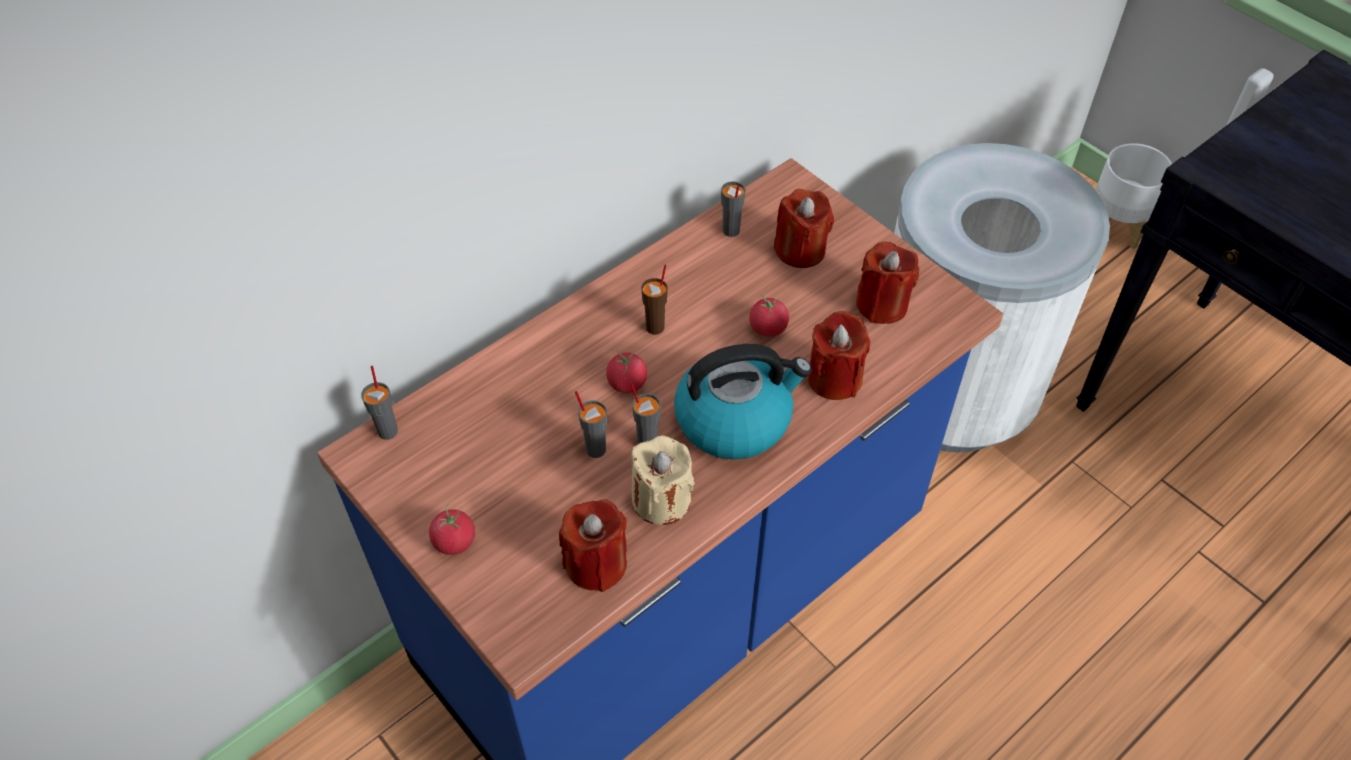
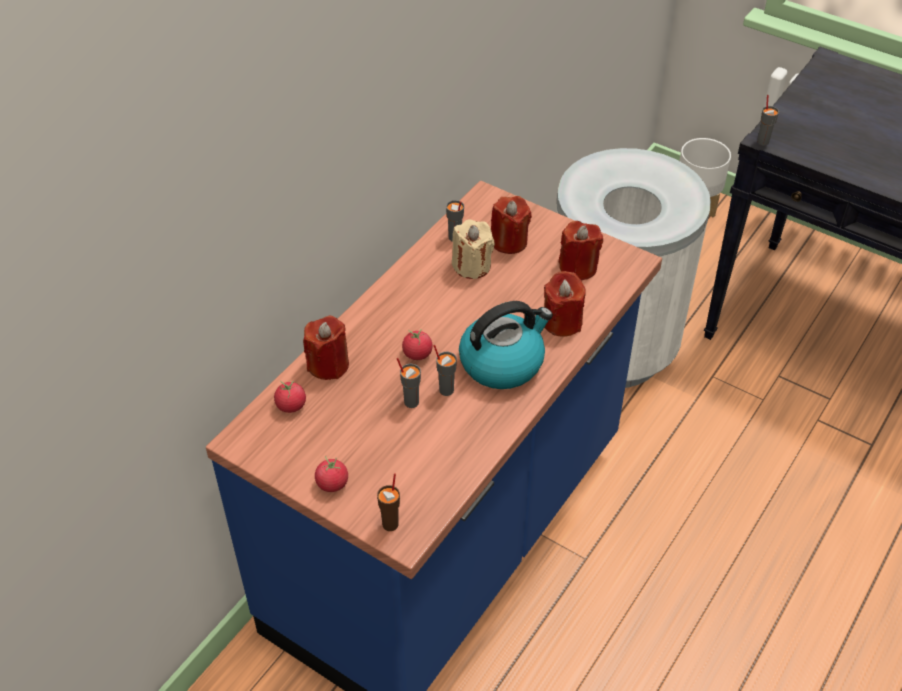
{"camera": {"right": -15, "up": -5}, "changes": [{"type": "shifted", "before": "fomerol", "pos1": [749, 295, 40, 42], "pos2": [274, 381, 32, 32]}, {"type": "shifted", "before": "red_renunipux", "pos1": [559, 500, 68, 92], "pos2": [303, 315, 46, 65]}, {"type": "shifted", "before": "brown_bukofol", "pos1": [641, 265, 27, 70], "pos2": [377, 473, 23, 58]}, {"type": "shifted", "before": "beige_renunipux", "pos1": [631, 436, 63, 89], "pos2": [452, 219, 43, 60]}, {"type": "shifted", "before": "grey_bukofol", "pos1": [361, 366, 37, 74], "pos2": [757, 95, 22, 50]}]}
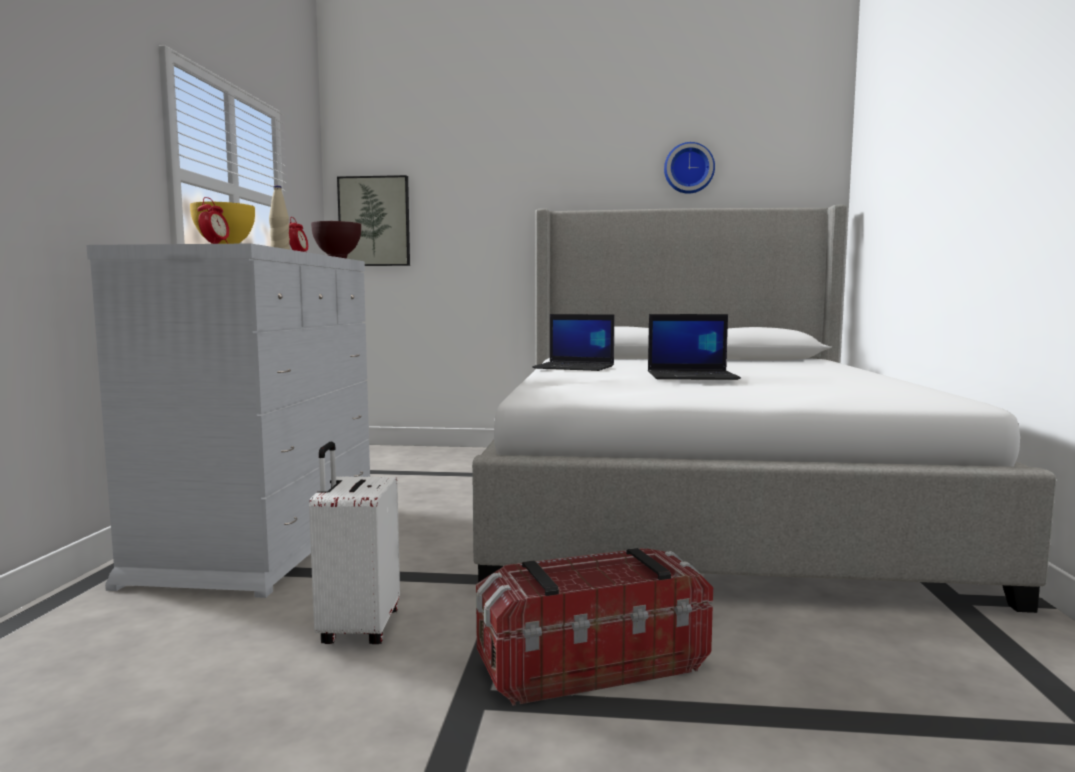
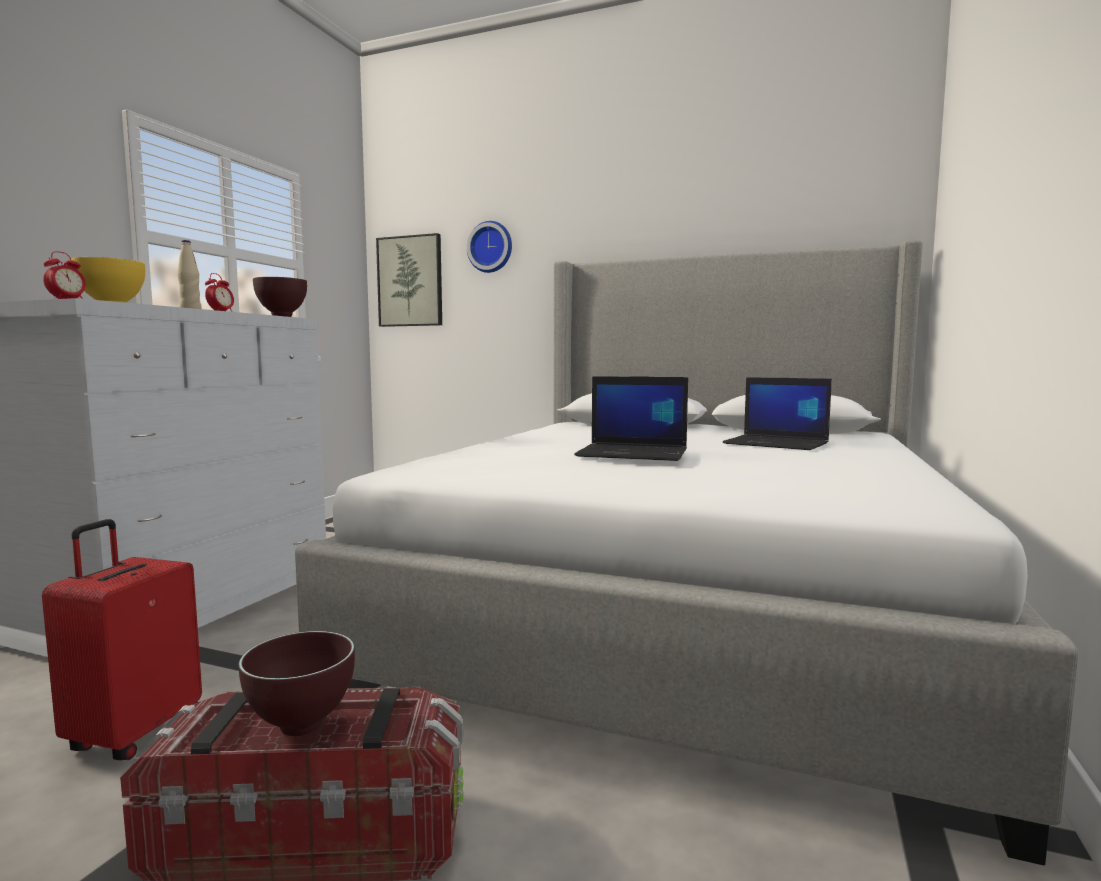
{"camera": {"right": 15, "up": 0}, "changes": [{"type": "repainted", "before": "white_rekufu", "after": "red_rekufu", "pos1": [309, 442, 91, 202], "pos2": [42, 519, 160, 241]}, {"type": "new", "after": "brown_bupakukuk", "pos2": [239, 631, 116, 105]}, {"type": "shifted", "before": "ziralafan", "pos1": [664, 142, 51, 52], "pos2": [467, 221, 45, 52]}, {"type": "shifted", "before": "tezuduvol", "pos1": [532, 314, 82, 57], "pos2": [723, 377, 109, 73]}]}
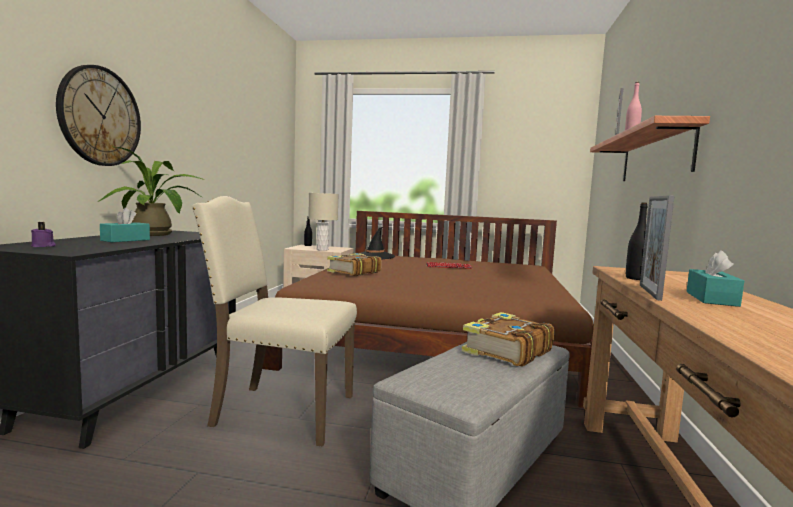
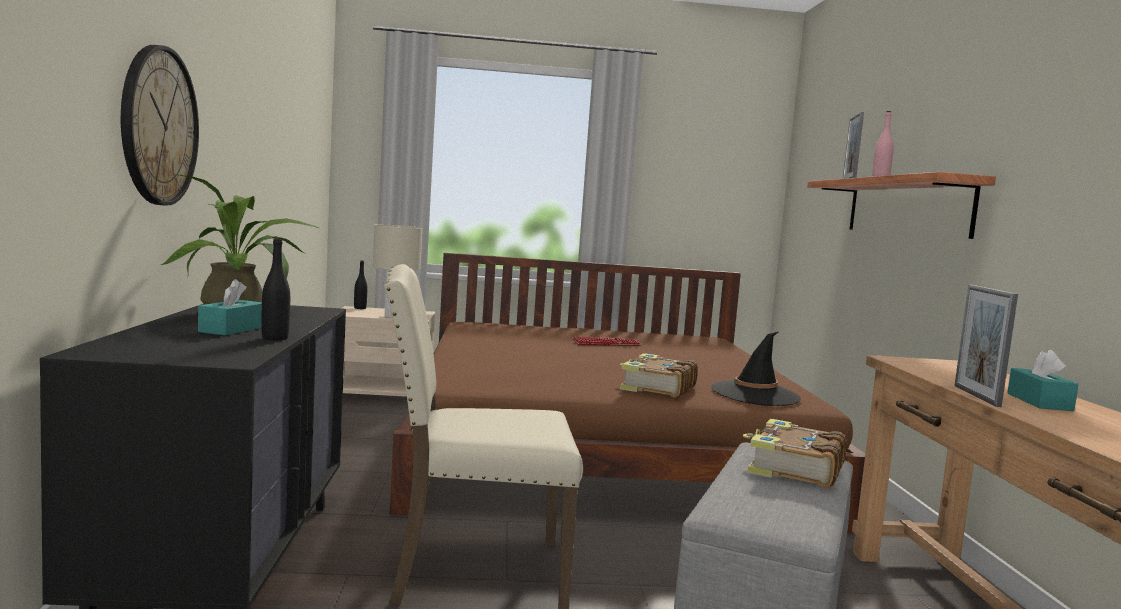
{"camera": {"right": -15, "up": 0}, "changes": [{"type": "shifted", "before": "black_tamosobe", "pos1": [626, 202, 22, 78], "pos2": [261, 237, 29, 103]}, {"type": "shifted", "before": "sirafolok", "pos1": [327, 253, 55, 23], "pos2": [620, 353, 78, 45]}, {"type": "shifted", "before": "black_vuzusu", "pos1": [360, 227, 35, 32], "pos2": [711, 332, 90, 74]}, {"type": "gone", "before": "purple_renunipux", "pos1": [31, 222, 25, 25]}]}
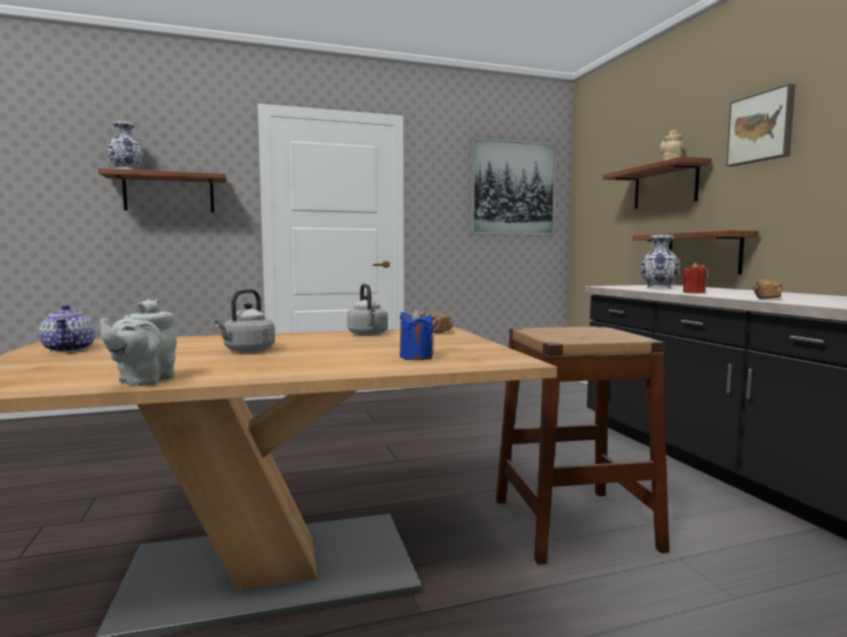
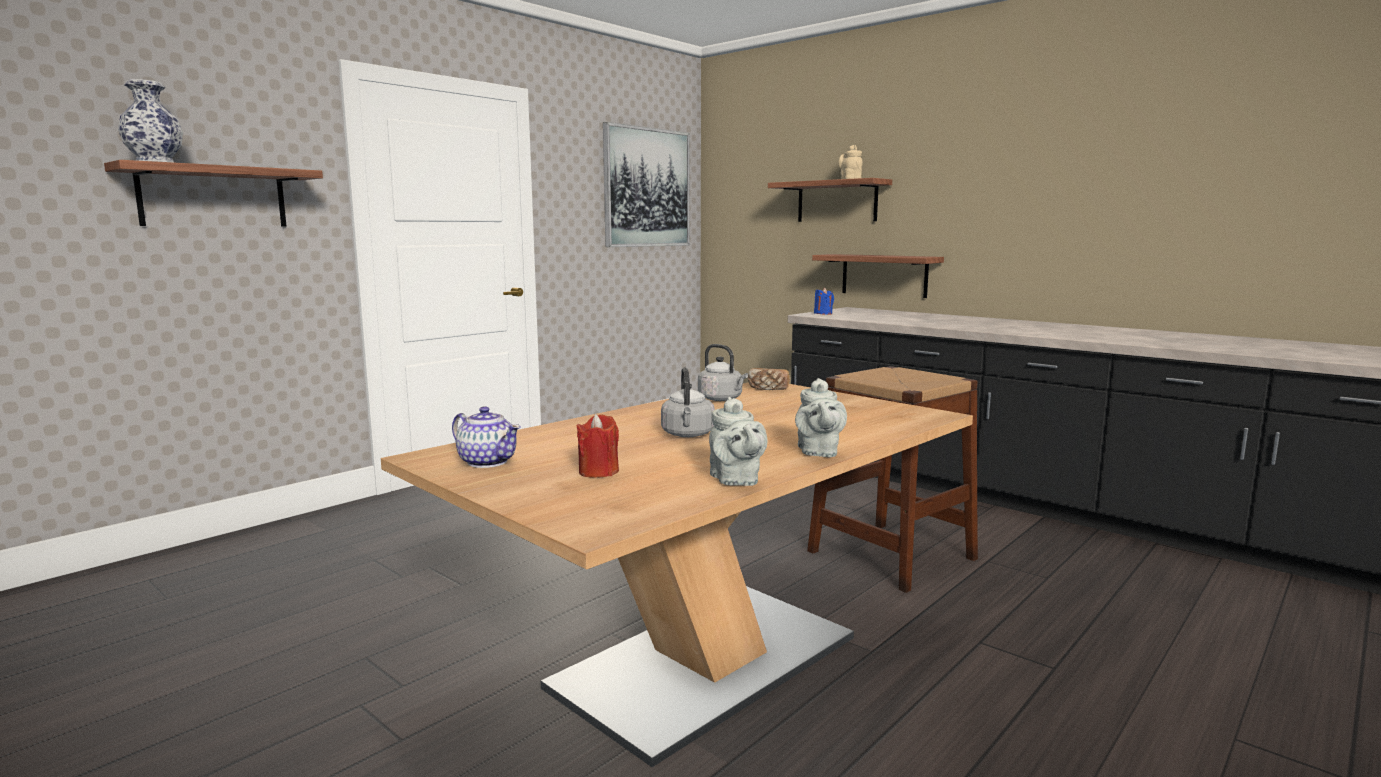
{"camera": {"right": -30, "up": 5}, "changes": [{"type": "shifted", "before": "red_renunipux", "pos1": [683, 262, 24, 31], "pos2": [576, 414, 43, 64]}, {"type": "new", "after": "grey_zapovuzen", "pos2": [795, 378, 52, 79]}, {"type": "shifted", "before": "blue_renunipux", "pos1": [400, 309, 33, 51], "pos2": [814, 288, 20, 27]}, {"type": "gone", "before": "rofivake", "pos1": [640, 235, 41, 54]}, {"type": "gone", "before": "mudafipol", "pos1": [726, 84, 69, 83]}, {"type": "gone", "before": "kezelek", "pos1": [753, 279, 29, 20]}]}
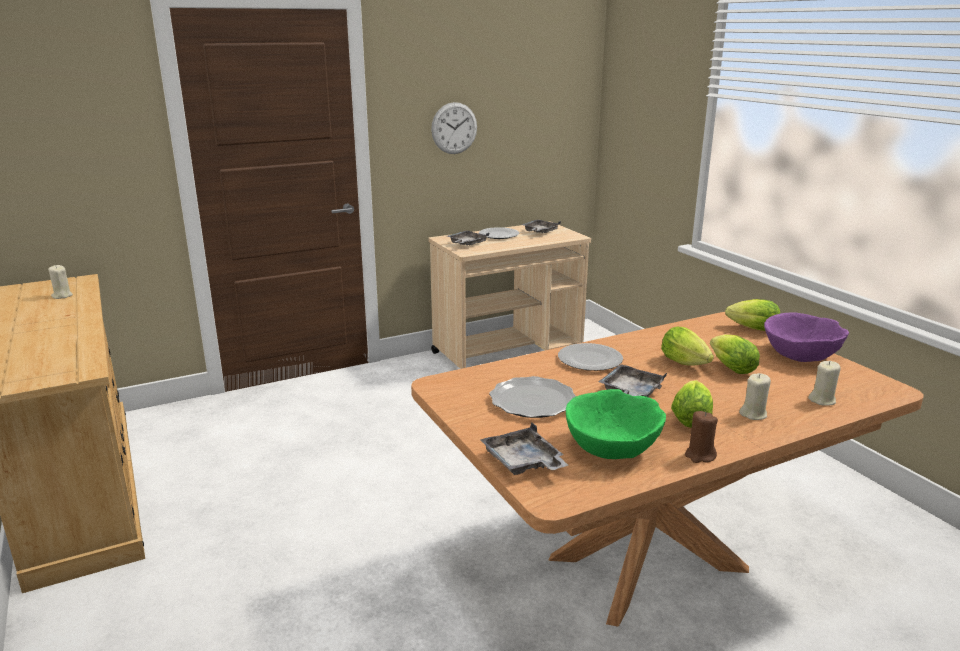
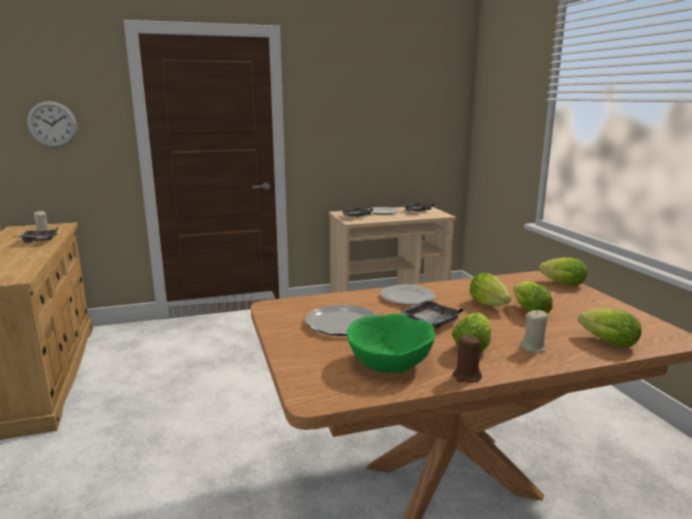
{"camera": {"right": 10, "up": -5}, "changes": [{"type": "shifted", "before": "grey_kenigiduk", "pos1": [480, 423, 88, 52], "pos2": [18, 227, 40, 16]}, {"type": "shifted", "before": "ziralafan", "pos1": [431, 102, 46, 52], "pos2": [27, 101, 50, 47]}, {"type": "swapped", "before": "beige_renunipux", "after": "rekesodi", "pos1": [808, 361, 33, 45], "pos2": [578, 308, 64, 39]}, {"type": "gone", "before": "purple_bupakukuk", "pos1": [764, 313, 85, 49]}]}
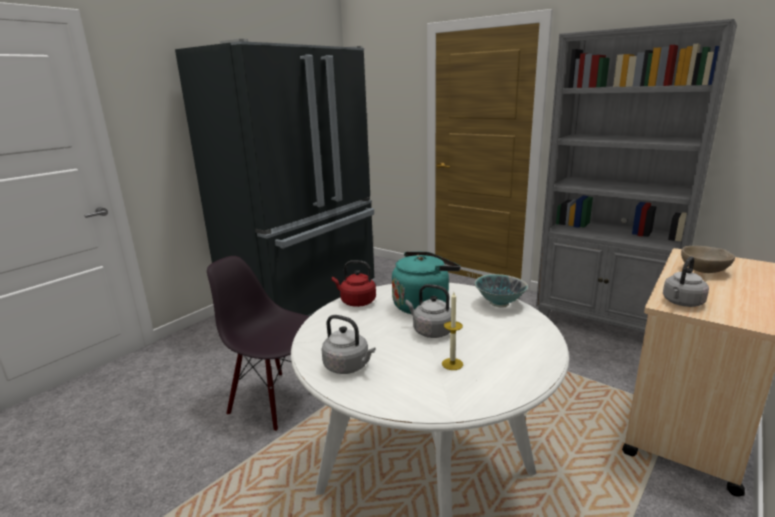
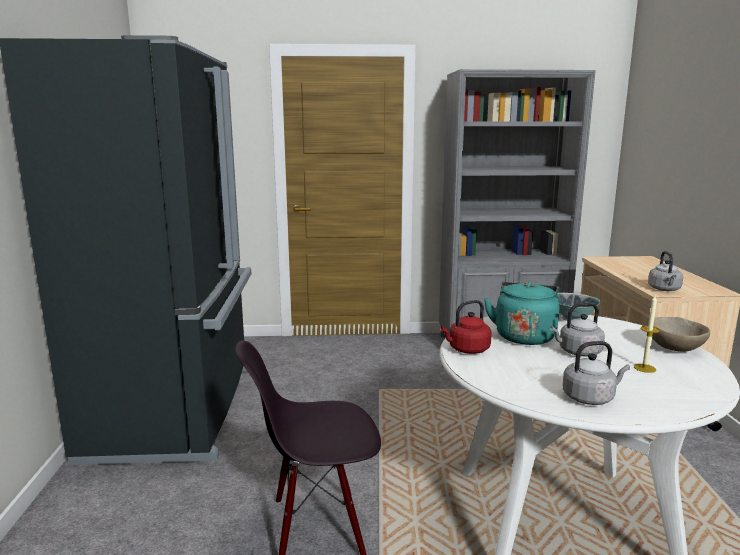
{"camera": {"right": -40, "up": -5}, "changes": [{"type": "shifted", "before": "beige_bupakukuk", "pos1": [681, 246, 54, 27], "pos2": [647, 317, 63, 35]}]}
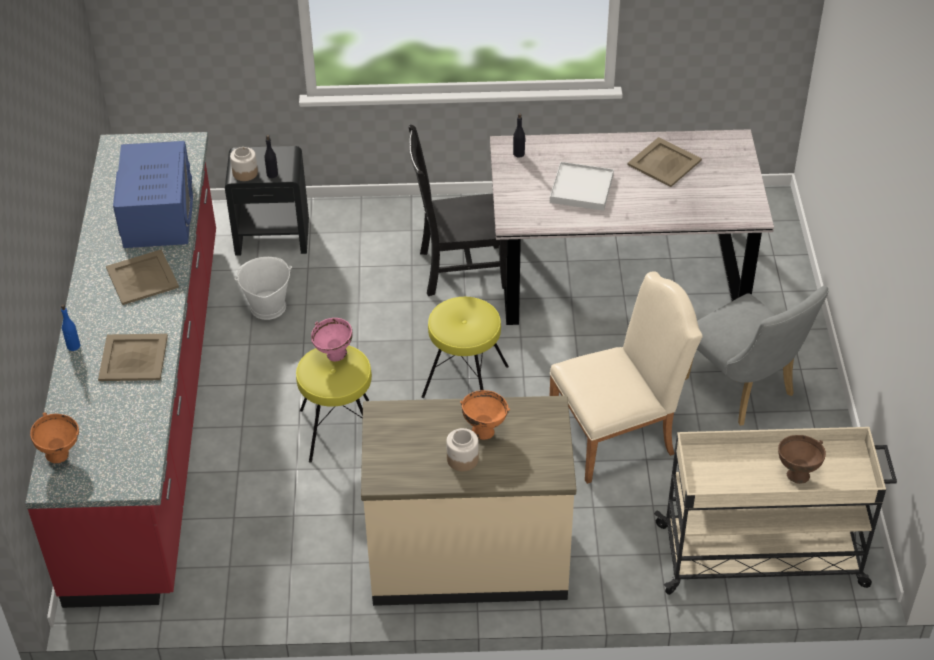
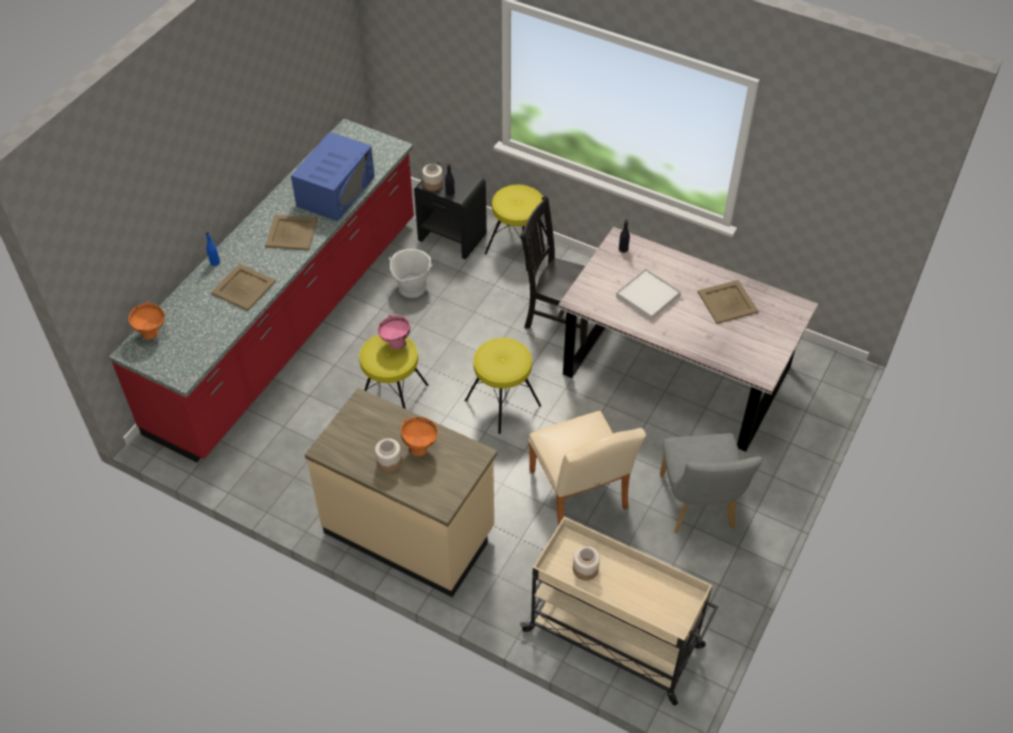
{"camera": {"right": 30, "up": 5}, "changes": [{"type": "new", "after": "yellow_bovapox", "pos2": [485, 185, 62, 86]}, {"type": "rotated", "before": "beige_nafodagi", "pos1": [550, 271, 153, 213], "pos2": [528, 411, 118, 115], "turn": 60}, {"type": "new", "after": "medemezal", "pos2": [573, 546, 27, 35]}, {"type": "gone", "before": "brown_bupakukuk", "pos1": [778, 435, 48, 49]}]}
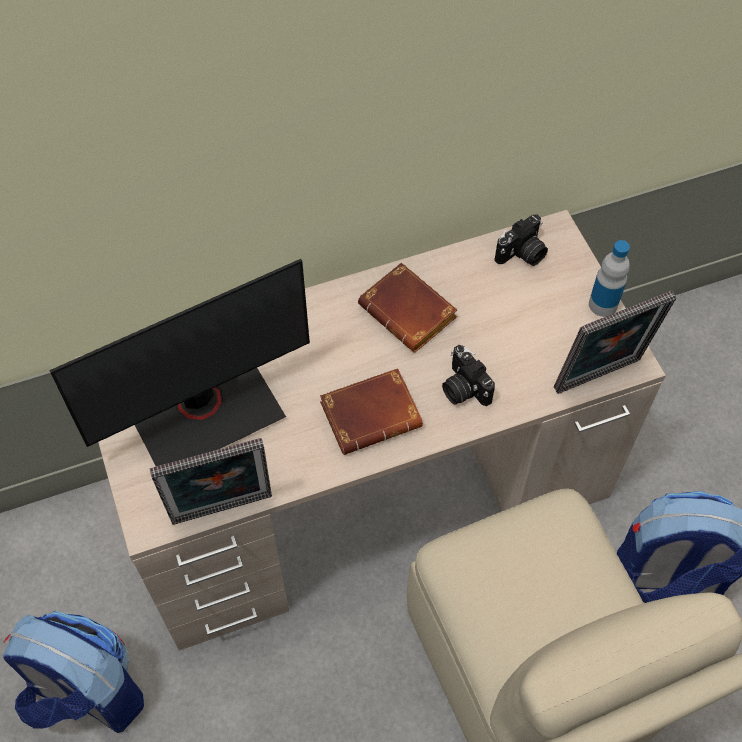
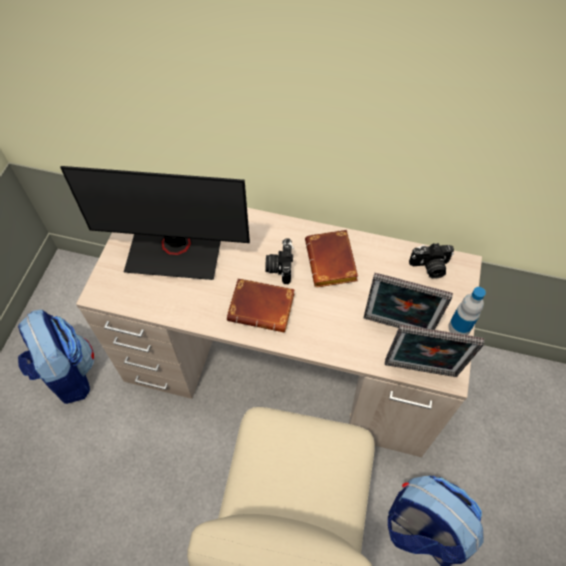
{"camera": {"right": 35, "up": 0}, "changes": [{"type": "shifted", "before": "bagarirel", "pos1": [442, 345, 53, 61], "pos2": [266, 239, 28, 45]}, {"type": "shifted", "before": "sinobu", "pos1": [150, 438, 122, 87], "pos2": [364, 273, 89, 57]}]}
